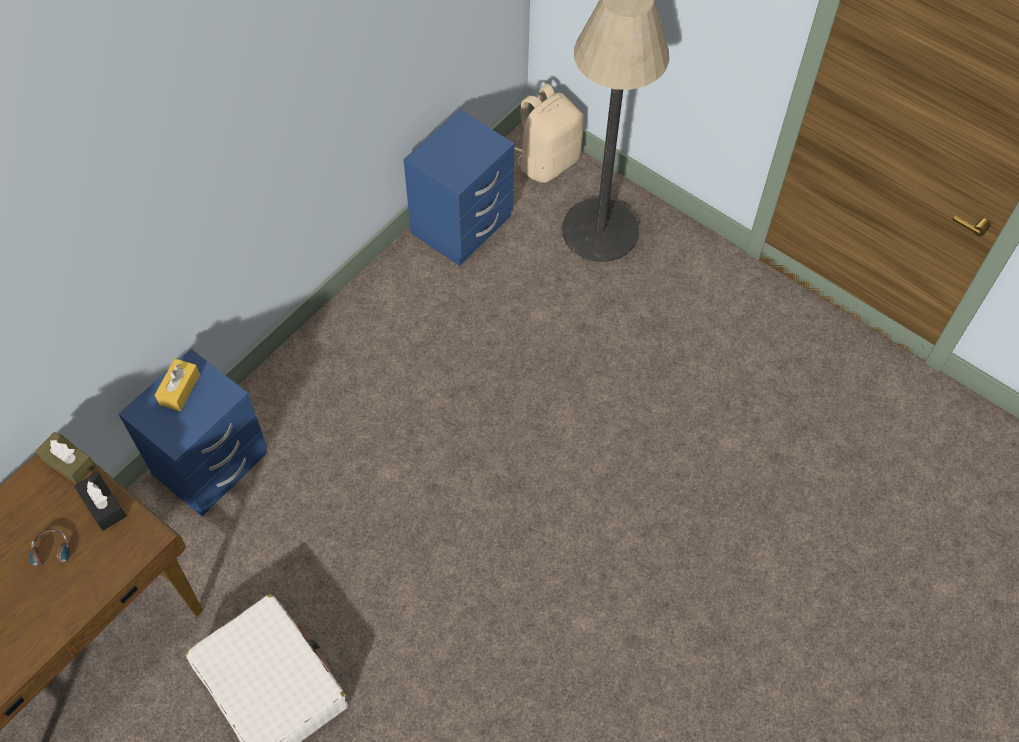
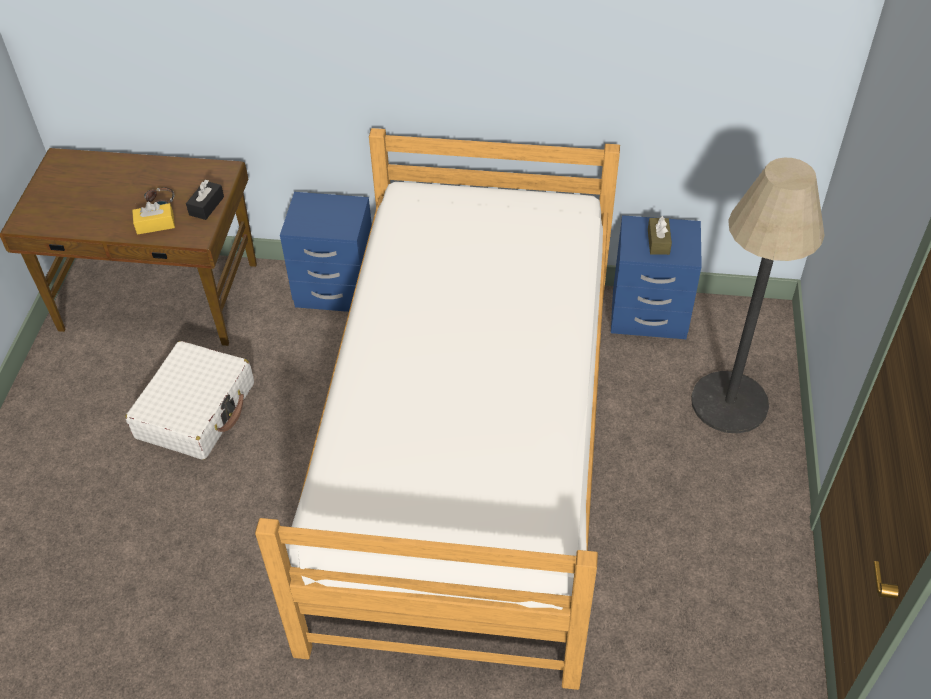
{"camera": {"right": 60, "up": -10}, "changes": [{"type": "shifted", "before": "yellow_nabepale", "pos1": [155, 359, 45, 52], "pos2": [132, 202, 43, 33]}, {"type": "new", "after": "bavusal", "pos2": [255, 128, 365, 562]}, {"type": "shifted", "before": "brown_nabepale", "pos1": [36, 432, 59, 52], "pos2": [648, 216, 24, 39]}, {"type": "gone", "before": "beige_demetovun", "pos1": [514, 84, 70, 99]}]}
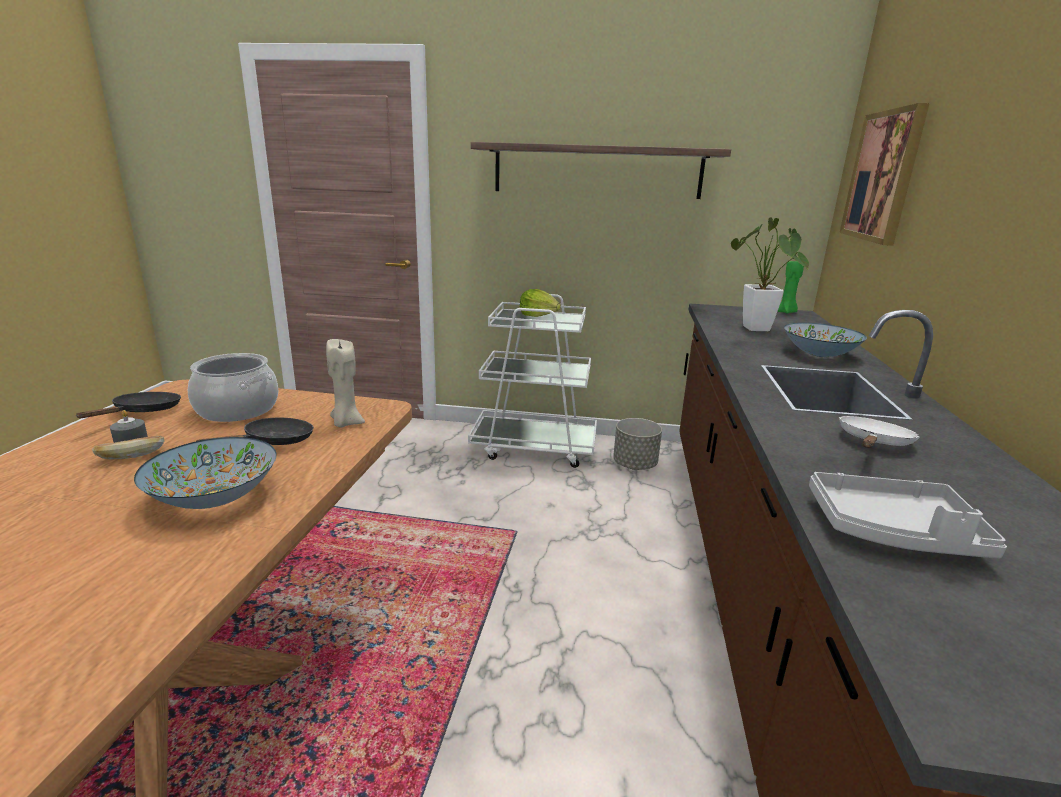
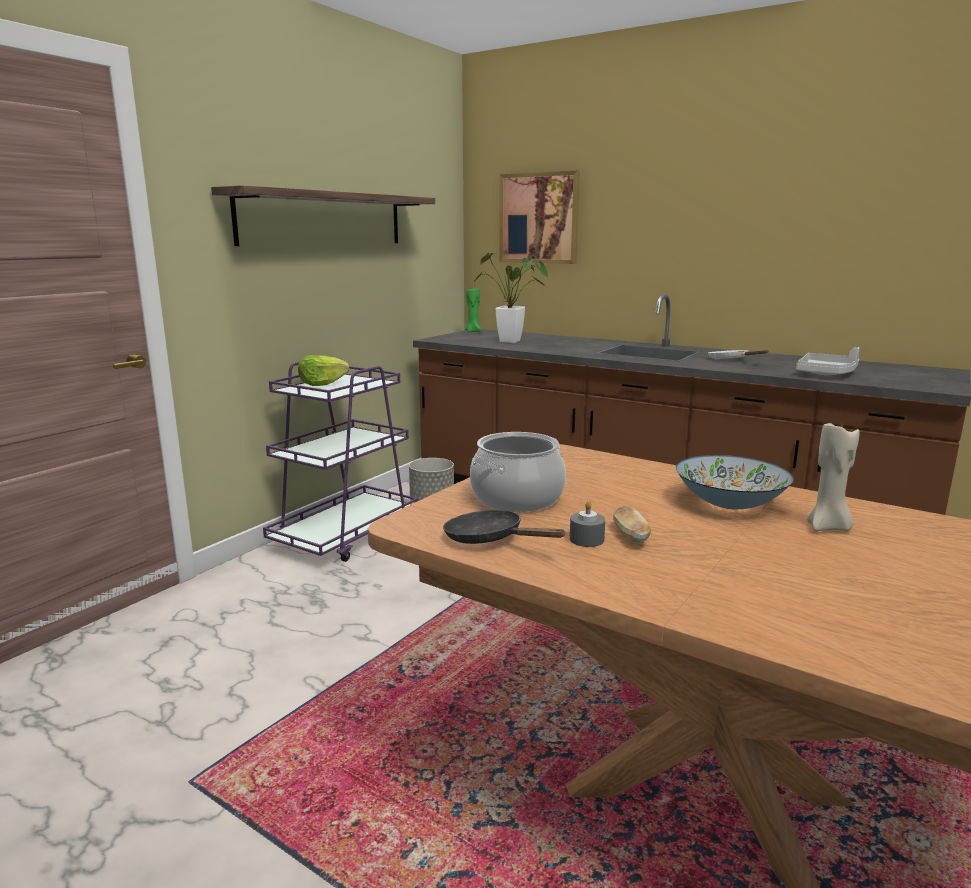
{"camera": {"right": -65, "up": -5}, "changes": [{"type": "repainted", "before": "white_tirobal", "after": "purple_tirobal", "pos1": [468, 294, 129, 174], "pos2": [263, 362, 155, 200]}, {"type": "shifted", "before": "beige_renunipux", "pos1": [326, 339, 39, 88], "pos2": [807, 423, 53, 108]}, {"type": "gone", "before": "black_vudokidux", "pos1": [196, 418, 118, 27]}, {"type": "gone", "before": "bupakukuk", "pos1": [784, 323, 83, 34]}]}
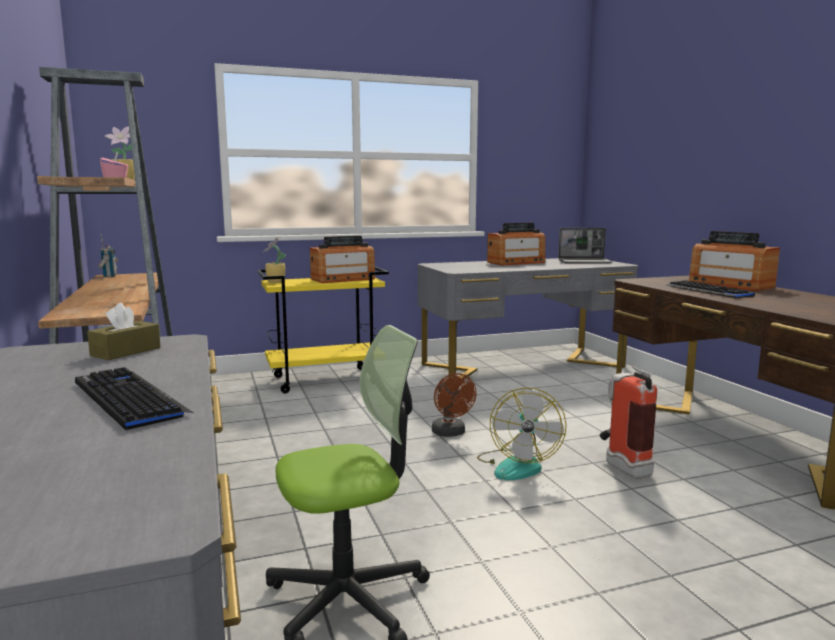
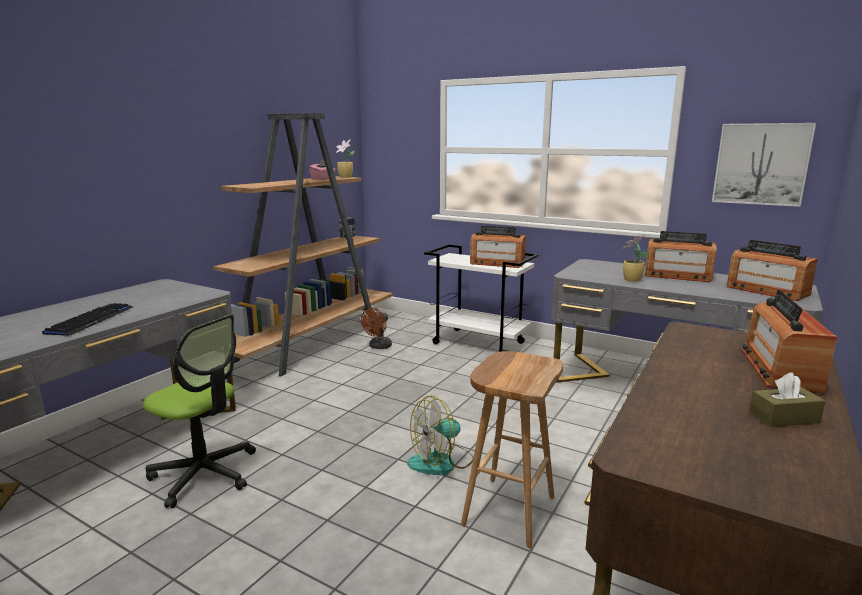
{"camera": {"right": 50, "up": 5}, "changes": [{"type": "shifted", "before": "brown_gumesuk", "pos1": [432, 373, 45, 64], "pos2": [361, 308, 31, 41]}, {"type": "repainted", "before": "yellow_tirobal", "after": "white_tirobal", "pos1": [257, 266, 132, 128], "pos2": [424, 244, 114, 108]}, {"type": "swapped", "before": "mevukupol", "after": "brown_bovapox", "pos1": [600, 366, 57, 113], "pos2": [461, 351, 102, 197]}, {"type": "shifted", "before": "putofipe", "pos1": [263, 236, 23, 47], "pos2": [622, 234, 27, 48]}, {"type": "new", "after": "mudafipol", "pos2": [712, 123, 104, 84]}, {"type": "swapped", "before": "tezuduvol", "after": "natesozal", "pos1": [558, 228, 54, 36], "pos2": [726, 240, 92, 61]}, {"type": "shifted", "before": "brown_nabepale", "pos1": [87, 303, 73, 57], "pos2": [749, 372, 76, 55]}, {"type": "gone", "before": "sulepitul", "pos1": [665, 280, 90, 18]}]}
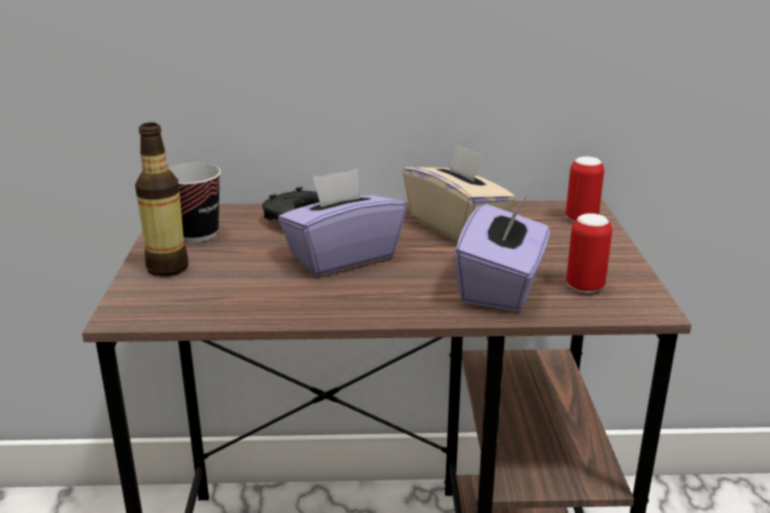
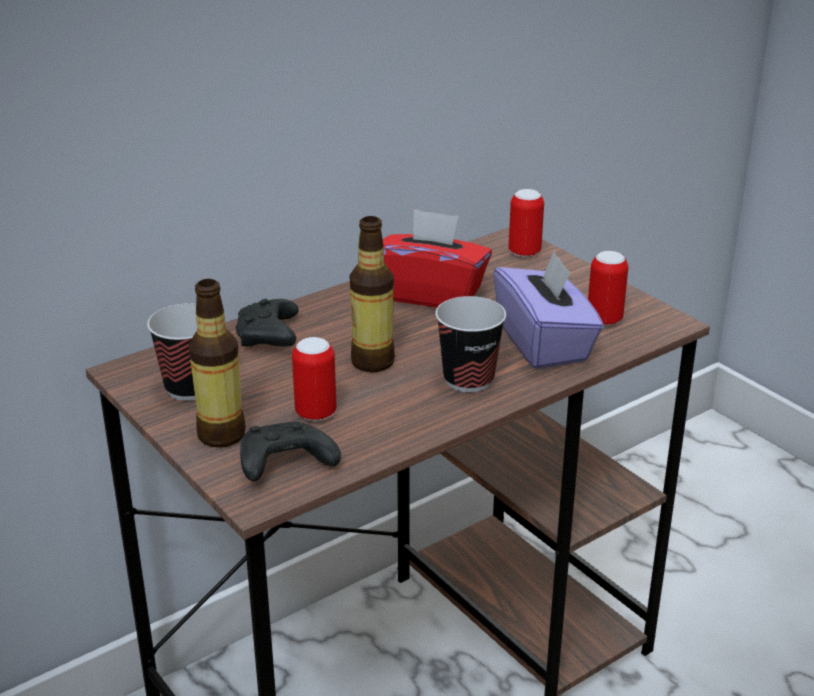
{"camera": {"right": -35, "up": 5}, "changes": [{"type": "new", "after": "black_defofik", "pos2": [240, 422, 101, 59]}, {"type": "new", "after": "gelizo", "pos2": [292, 337, 45, 84]}, {"type": "swapped", "before": "purple_nabepale", "after": "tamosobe", "pos1": [278, 168, 128, 108], "pos2": [350, 216, 45, 156]}, {"type": "repainted", "before": "beige_nabepale", "after": "red_nabepale", "pos1": [403, 143, 113, 99], "pos2": [383, 209, 109, 99]}, {"type": "new", "after": "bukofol", "pos2": [435, 296, 71, 96]}]}
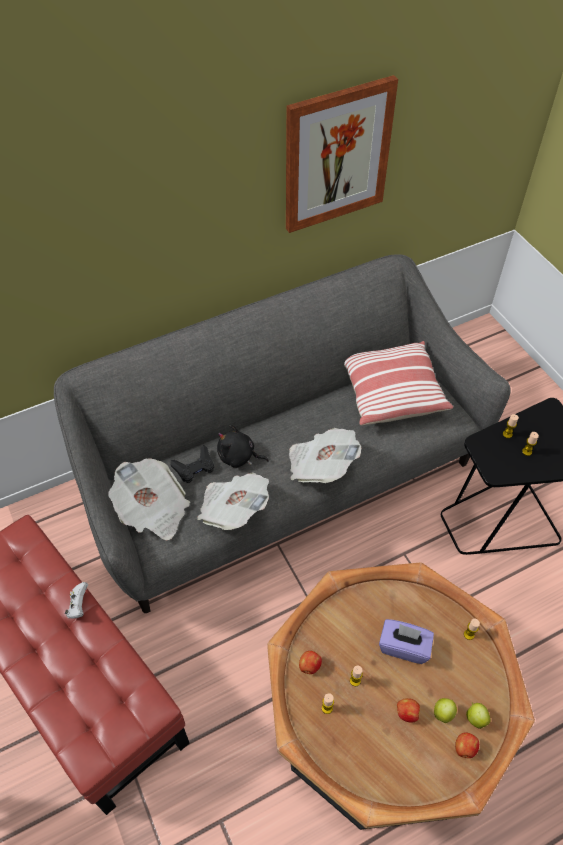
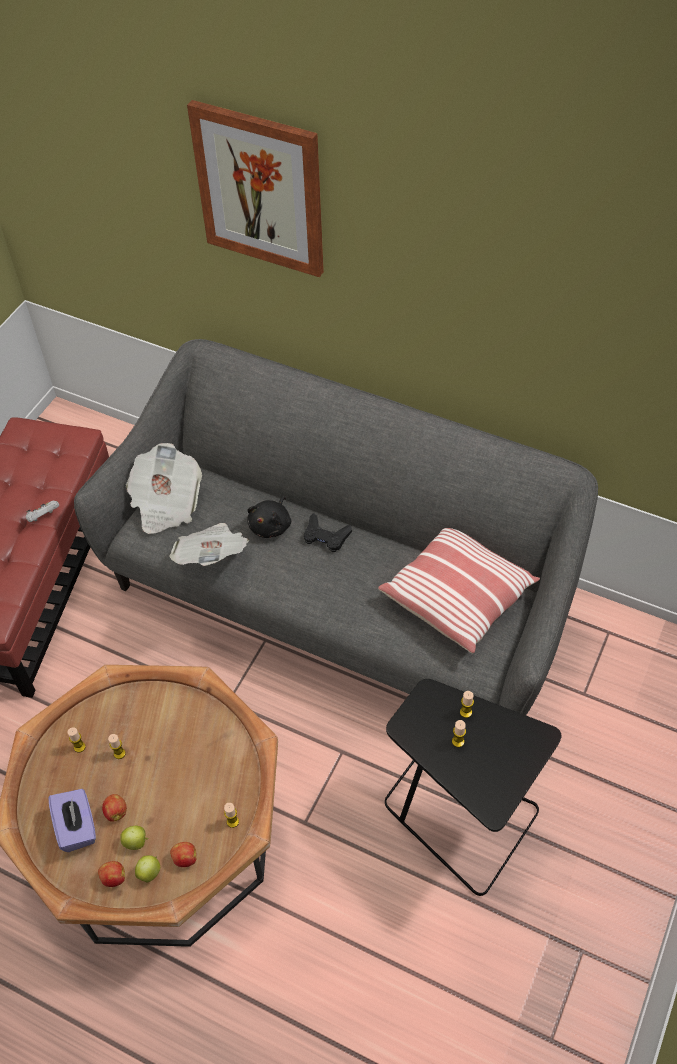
{"camera": {"right": 55, "up": 0}, "changes": [{"type": "shifted", "before": "purple_nabepale", "pos1": [379, 619, 55, 45], "pos2": [48, 789, 48, 63]}, {"type": "shifted", "before": "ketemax", "pos1": [299, 651, 23, 23], "pos2": [170, 842, 26, 25]}, {"type": "shifted", "before": "mudafipol", "pos1": [286, 75, 112, 158], "pos2": [187, 100, 137, 177]}, {"type": "rotated", "before": "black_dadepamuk", "pos1": [217, 425, 52, 43], "pos2": [247, 496, 44, 42], "turn": -135}, {"type": "shifted", "before": "black_defofik", "pos1": [170, 445, 44, 38], "pos2": [304, 513, 48, 39]}, {"type": "gone", "before": "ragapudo", "pos1": [289, 428, 72, 55]}]}
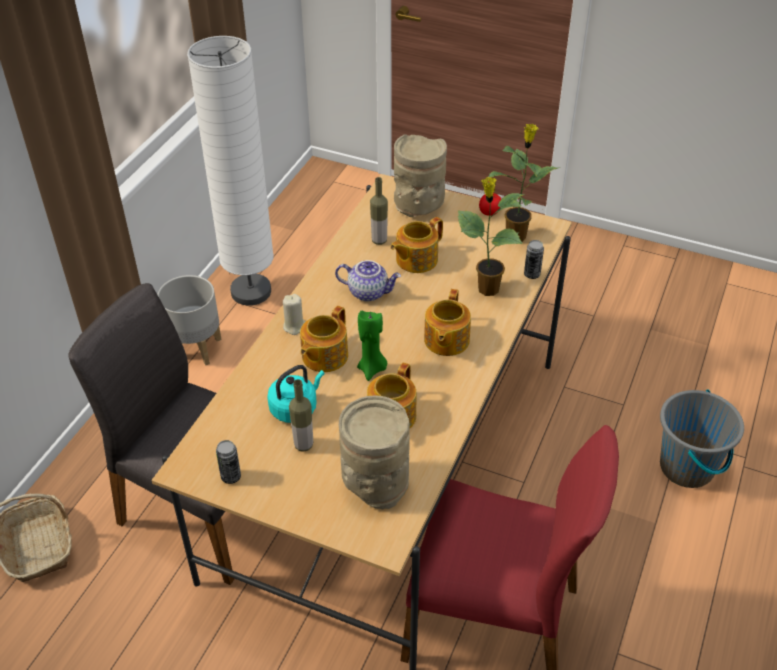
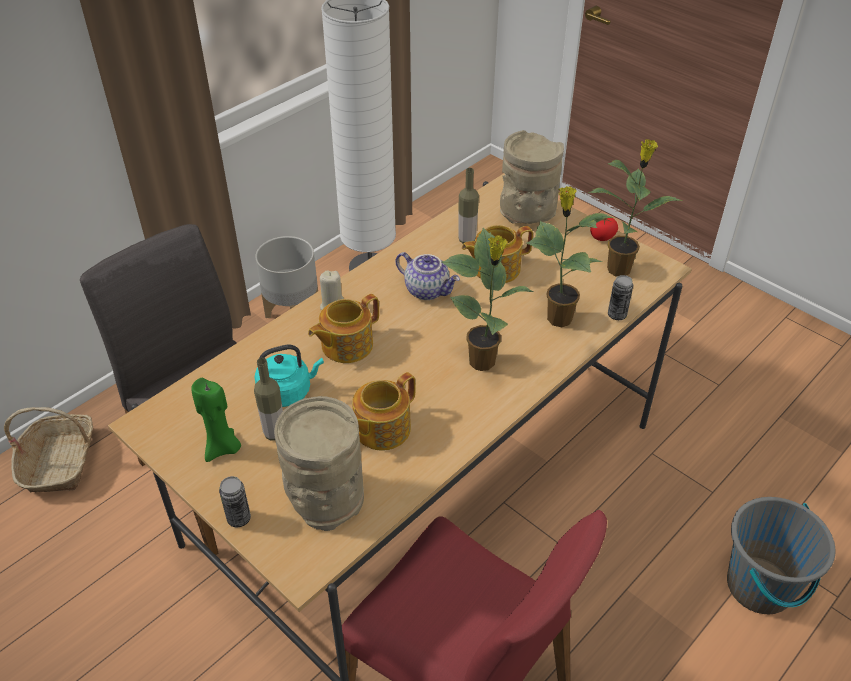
{"camera": {"right": 20, "up": 0}, "changes": [{"type": "shifted", "before": "green_renunipux", "pos1": [357, 310, 30, 71], "pos2": [191, 378, 50, 84]}, {"type": "shifted", "before": "gelizo", "pos1": [216, 440, 25, 44], "pos2": [219, 476, 32, 51]}, {"type": "swapped", "before": "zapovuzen", "after": "putofipe", "pos1": [424, 289, 47, 67], "pos2": [442, 228, 91, 143]}]}
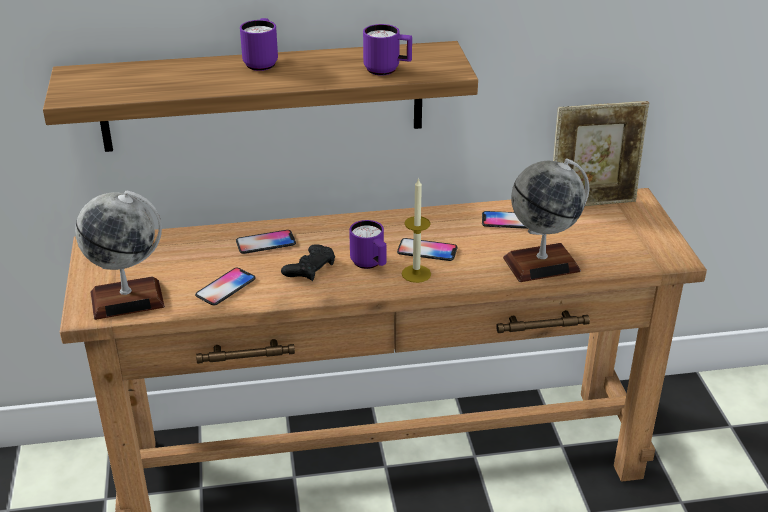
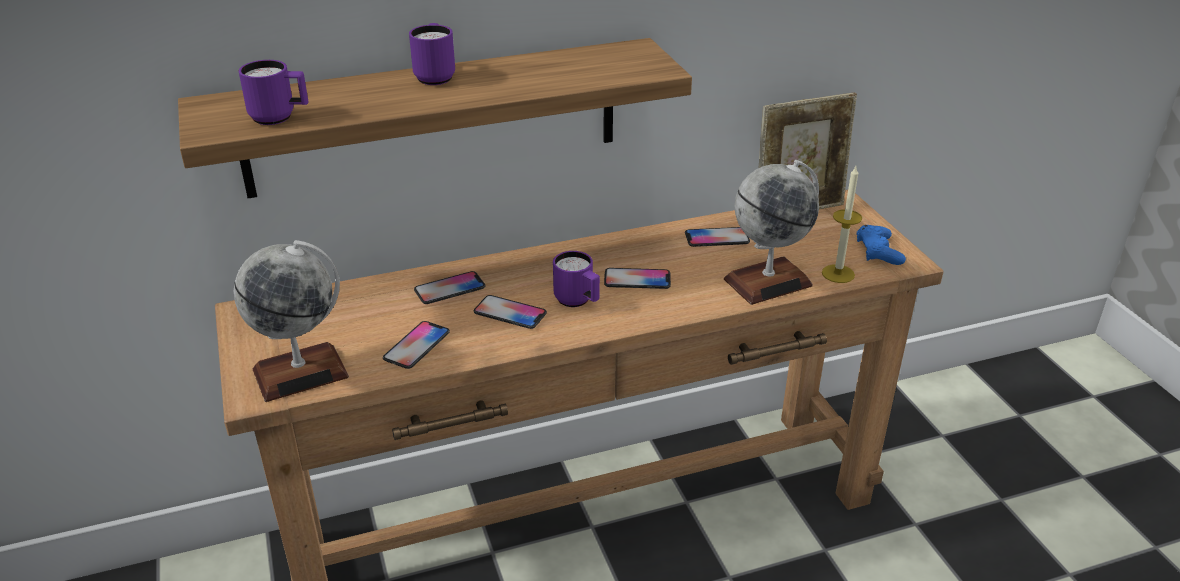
{"camera": {"right": -10, "up": 0}, "changes": [{"type": "shifted", "before": "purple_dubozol", "pos1": [363, 24, 49, 52], "pos2": [239, 60, 69, 65]}, {"type": "swapped", "before": "black_defofik", "after": "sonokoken", "pos1": [281, 244, 54, 37], "pos2": [474, 295, 73, 34]}, {"type": "shifted", "before": "renunipux", "pos1": [402, 178, 29, 105], "pos2": [822, 166, 40, 117]}, {"type": "new", "after": "blue_defofik", "pos2": [857, 225, 49, 40]}]}
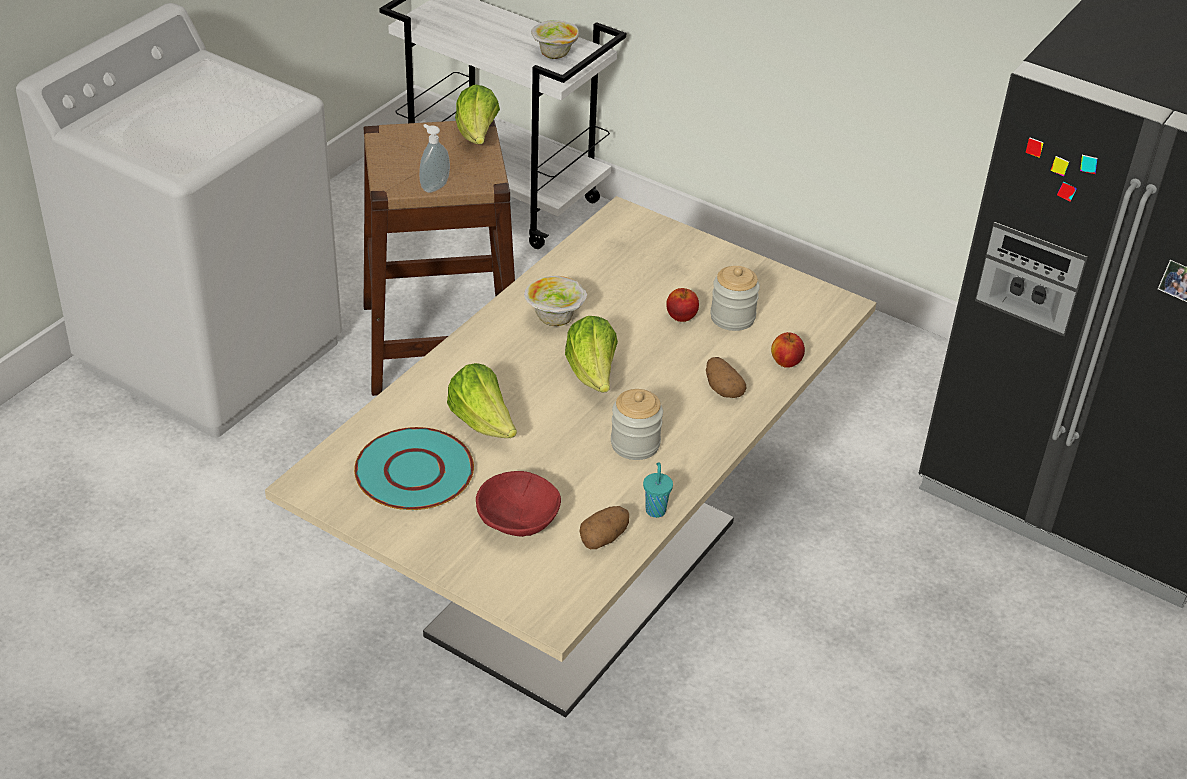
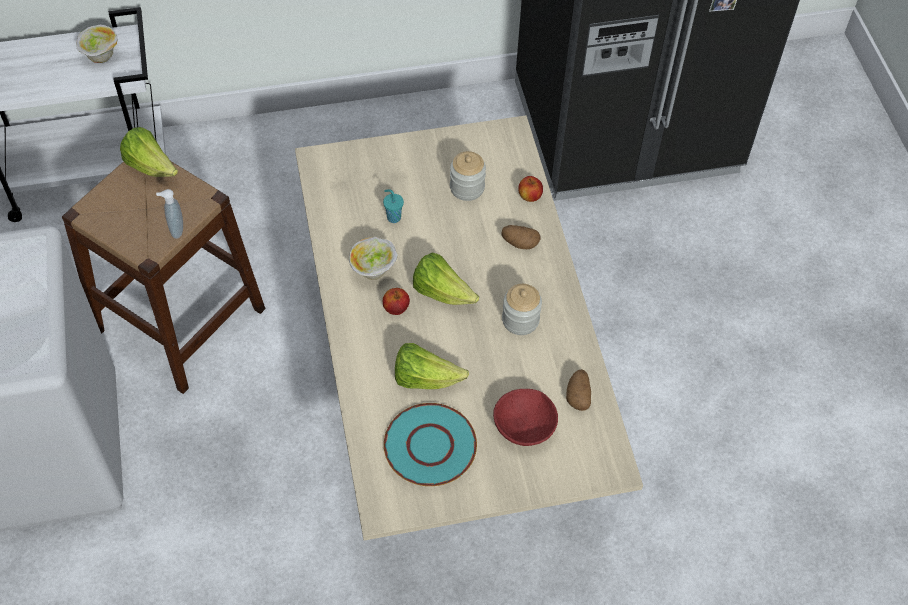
{"camera": {"right": -45, "up": 15}, "changes": [{"type": "shifted", "before": "turquoise_bukofol", "pos1": [643, 463, 30, 55], "pos2": [383, 189, 21, 34]}, {"type": "shifted", "before": "ketemax", "pos1": [666, 288, 33, 34], "pos2": [383, 288, 27, 27]}]}
